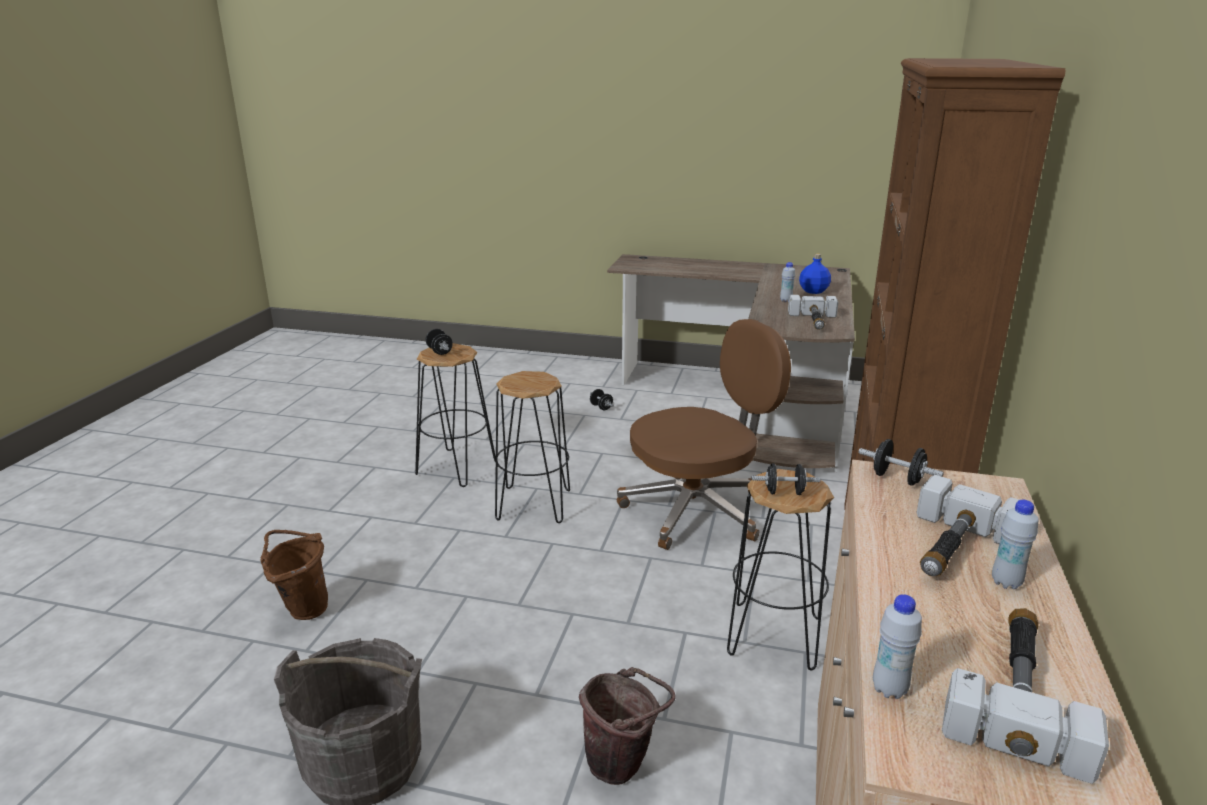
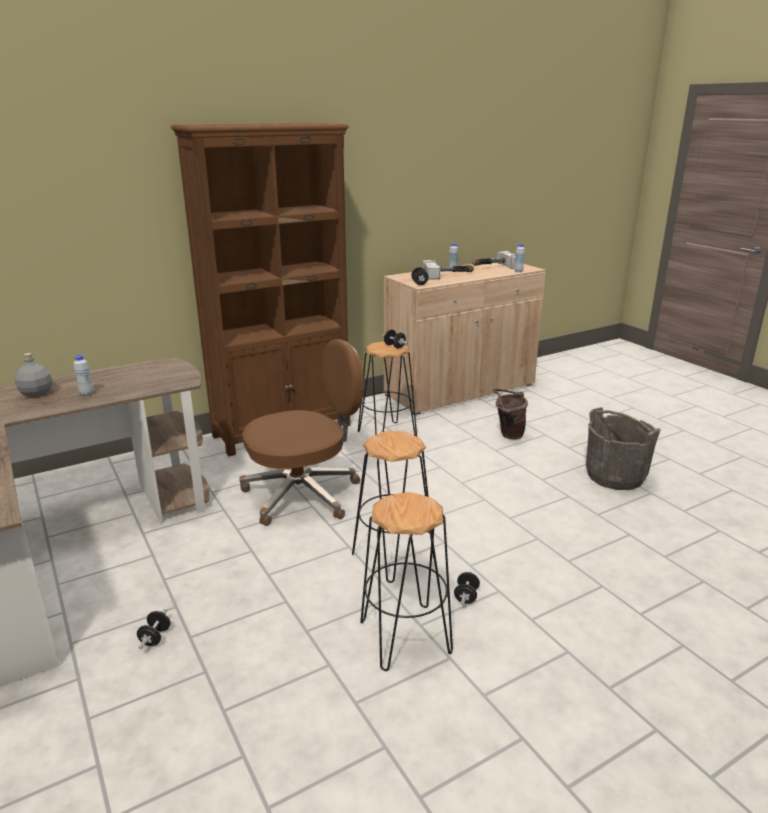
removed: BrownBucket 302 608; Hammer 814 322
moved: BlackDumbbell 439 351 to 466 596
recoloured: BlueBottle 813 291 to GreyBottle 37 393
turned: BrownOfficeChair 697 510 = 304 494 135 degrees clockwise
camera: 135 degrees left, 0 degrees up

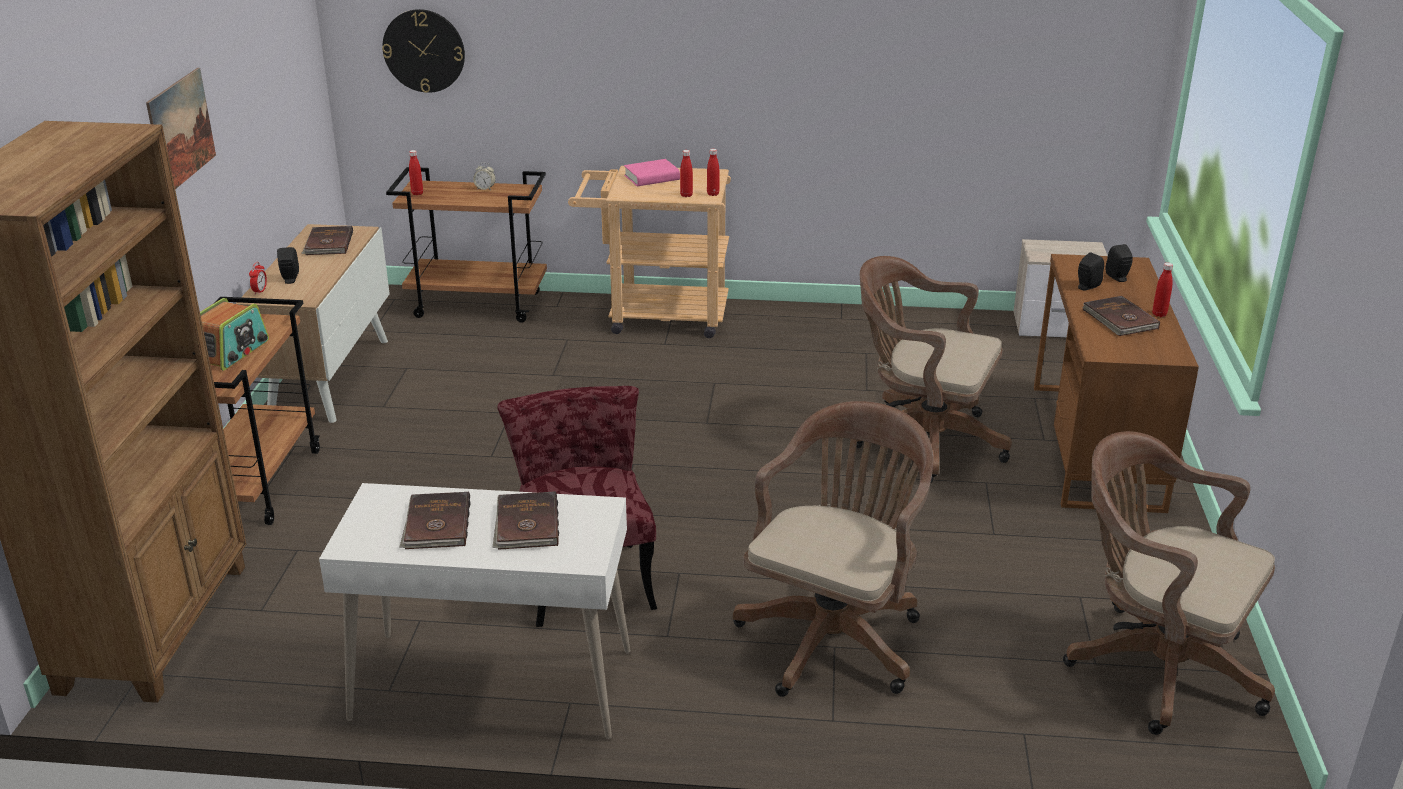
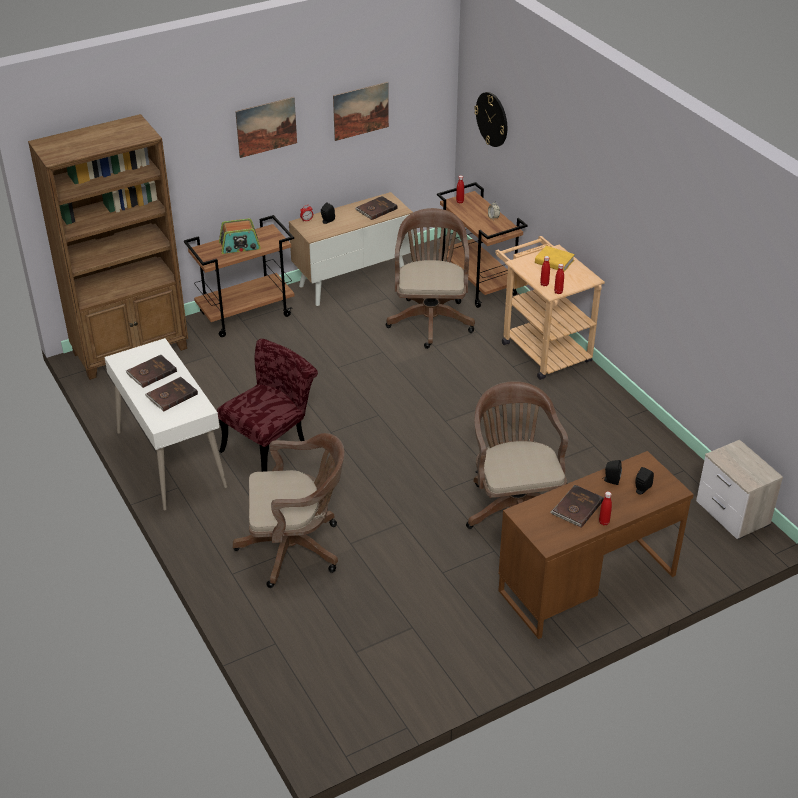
added: Picture 361 111
moved: BrownOfficeChair 1154 666 to 430 319
recoloured: PinkBook 652 178 to YellowBook 554 262
camera: 55 degrees right, 10 degrees up

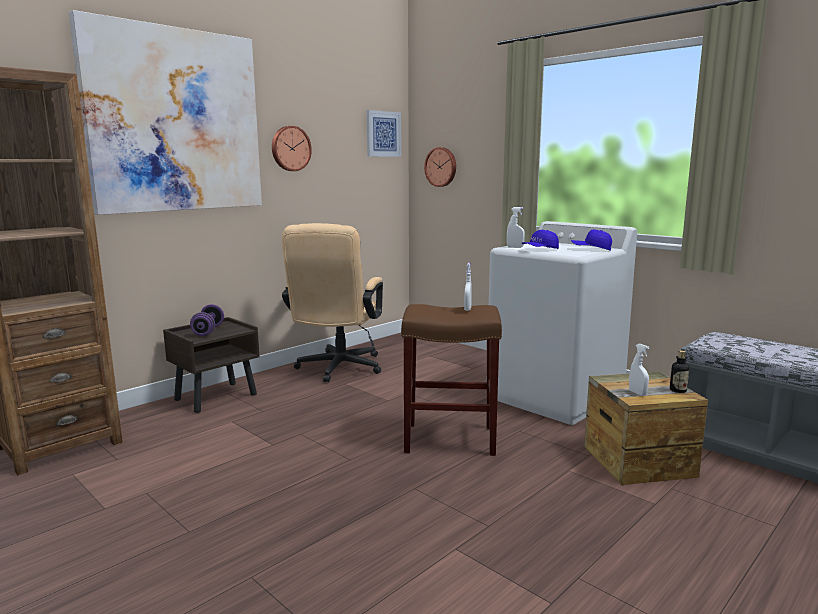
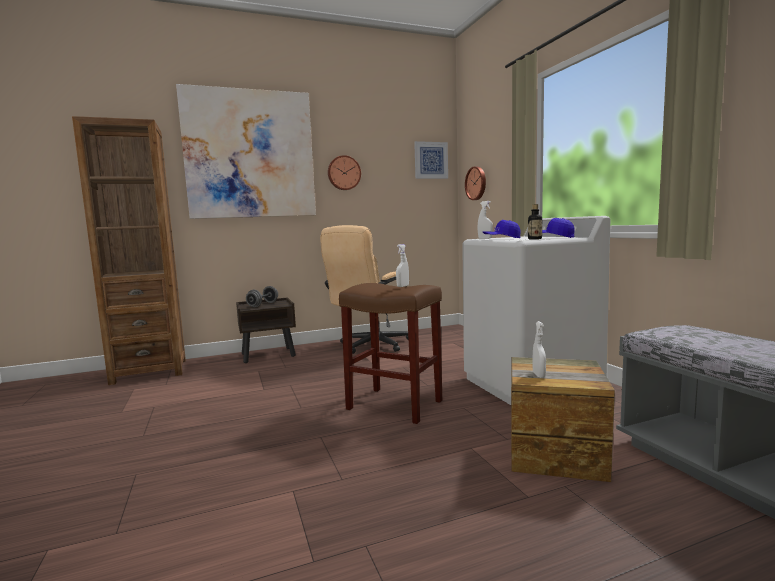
moved: Bottle 678 390 to 534 239
recoloured: PurpleDumbbell 208 331 to GreyDumbbell 263 304
camera: 25 degrees right, 5 degrees down

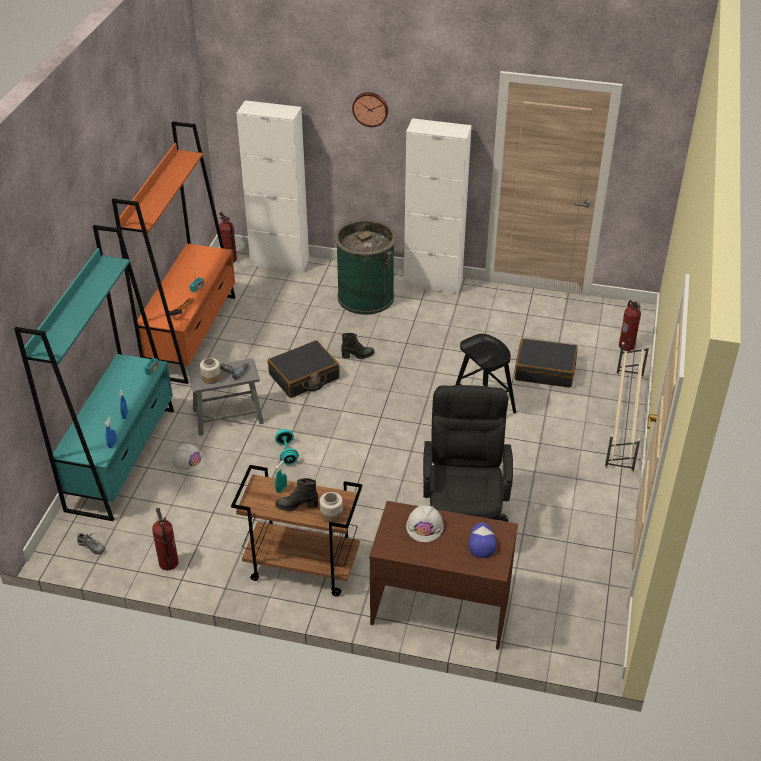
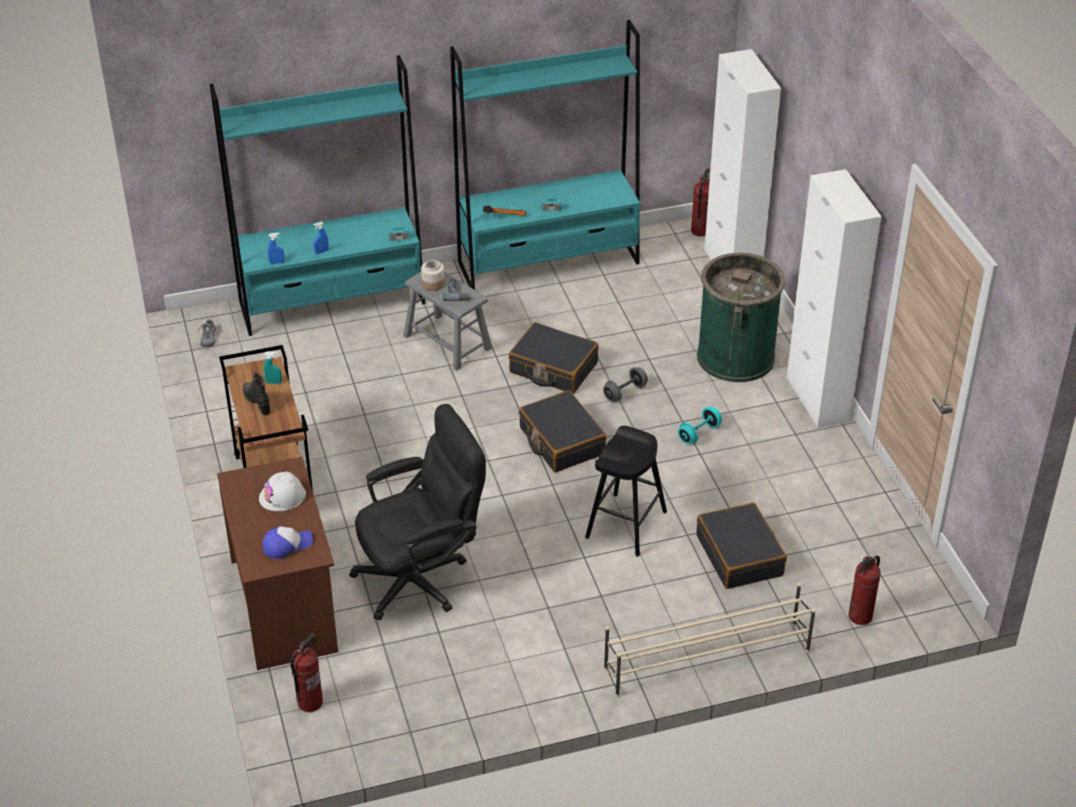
removed: WhiteHardHat 188 461; Jar 331 514; WallClock 370 108
added: BlackSuitcase 561 441
moved: FireExtinguisher 168 563 to 310 702; TurquoiseDumbbell 287 453 to 699 433
replaced: BlackBoot 358 355 to GreyDumbbell 625 393
recoloured: OrangeBookcase 191 335 to TurquoiseBookcase 549 263
camera: 60 degrees right, 0 degrees up

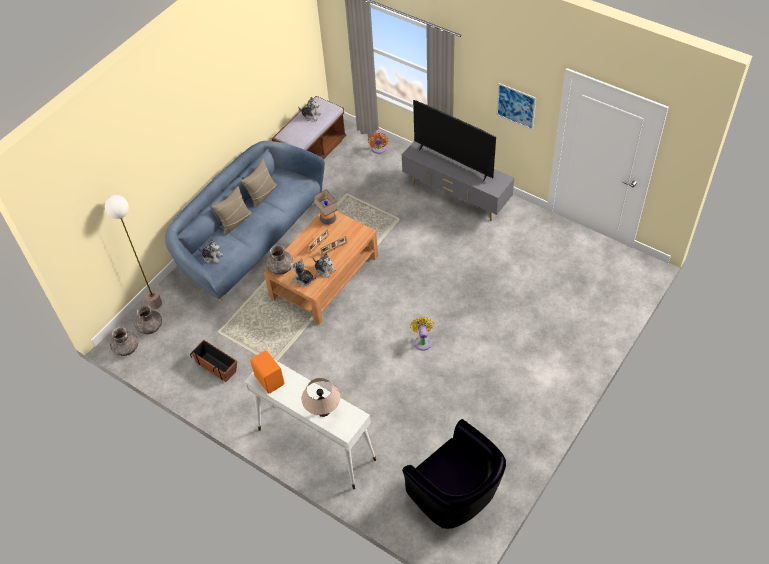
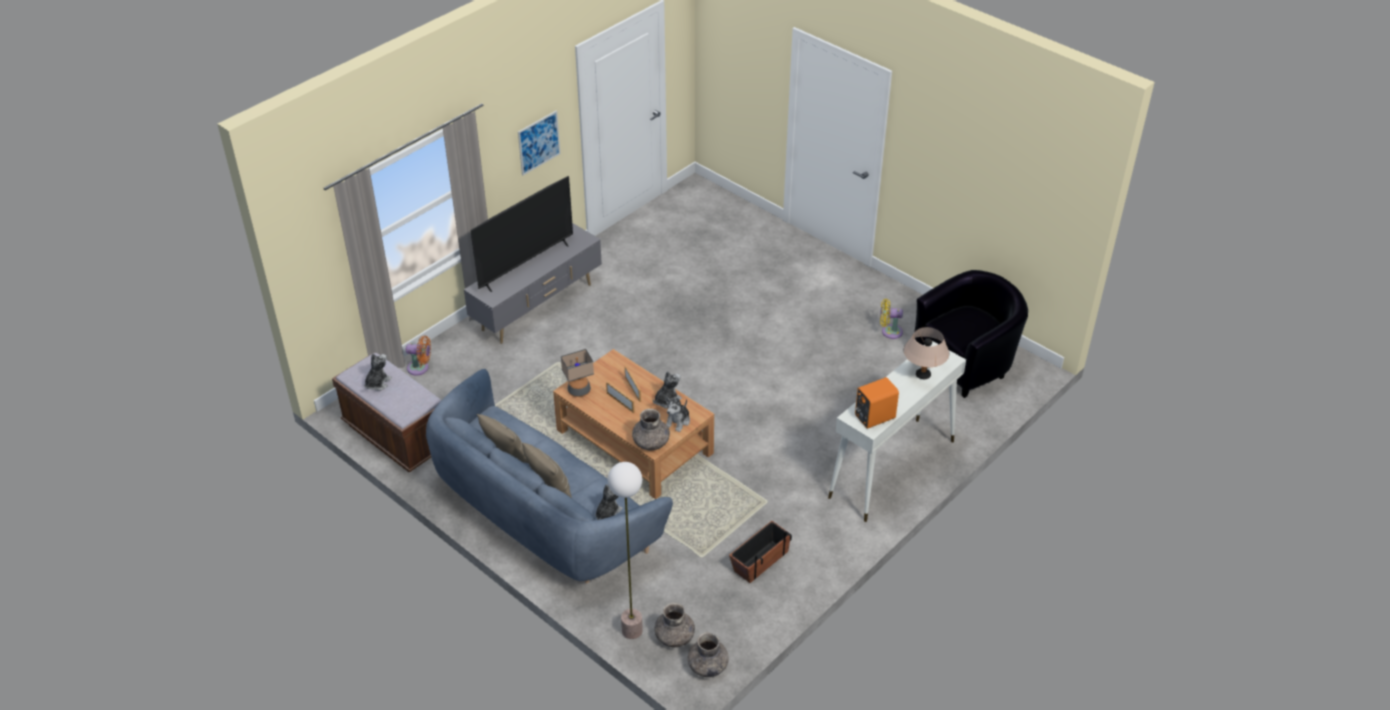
moved: YellowFan 423 341 to 889 331
camera: 85 degrees left, 10 degrees down

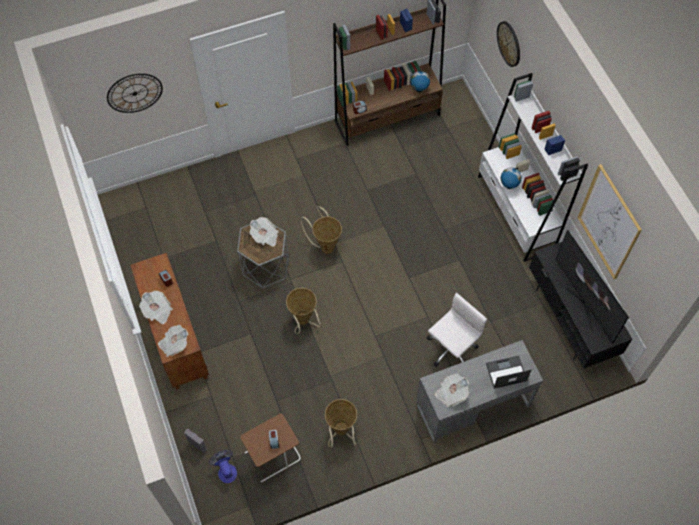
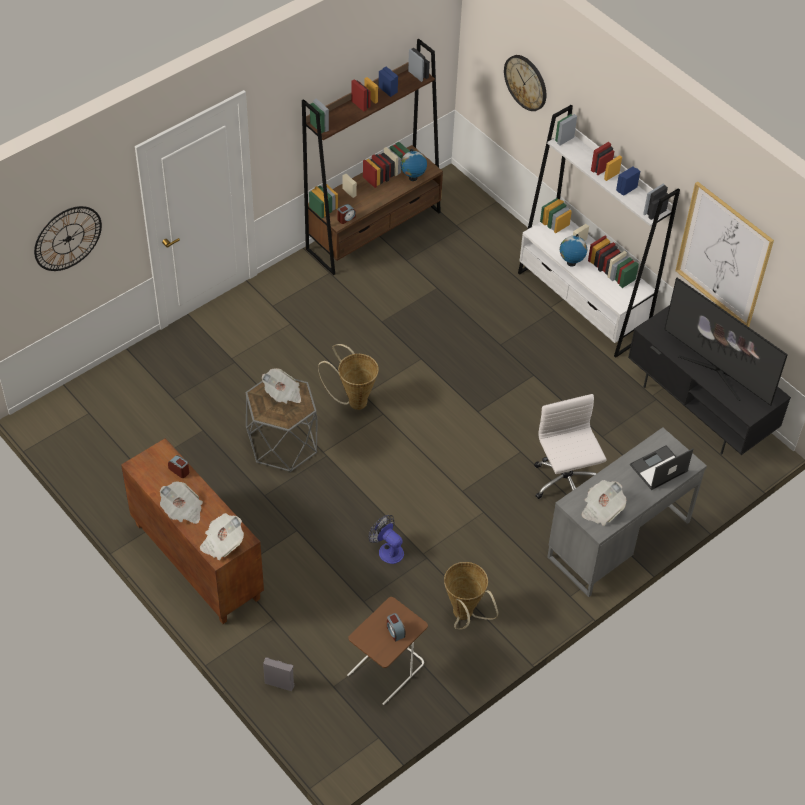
removed: Basket 303 322
moved: Fan 226 470 to 387 550
turned: WhiteOfficeChair 451 350 = 565 482 45 degrees counterclockwise
camera: 20 degrees left, 10 degrees down

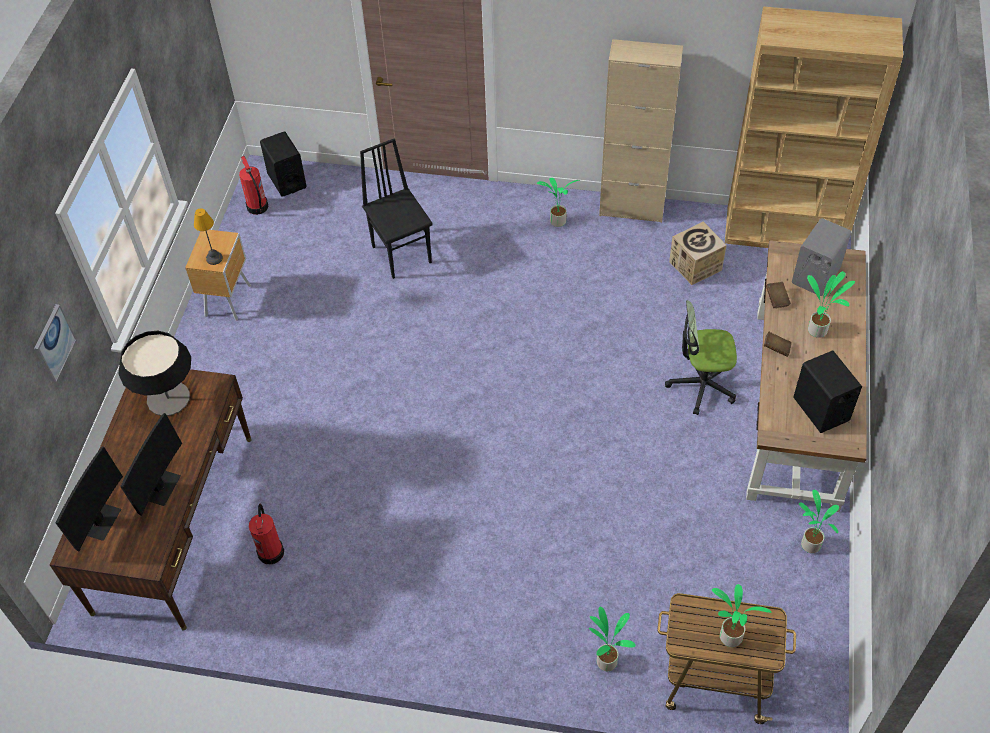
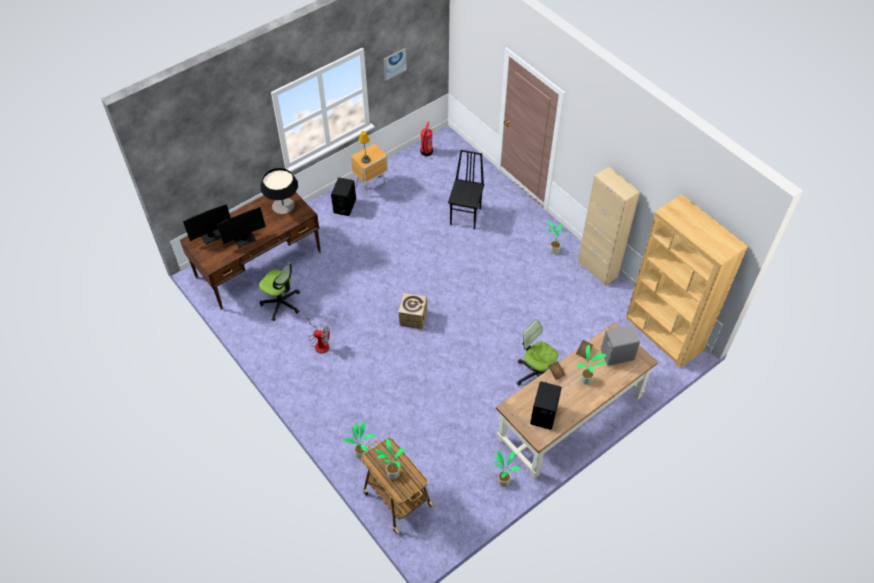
added: Fan 319 343
moved: Picture 53 343 to 394 63; BlackSpeaker 286 180 to 344 206; CardboardBox 695 266 to 413 318
replaced: FireExtinguisher 271 551 to OfficeChair 281 304
camera: 40 degrees right, 0 degrees up

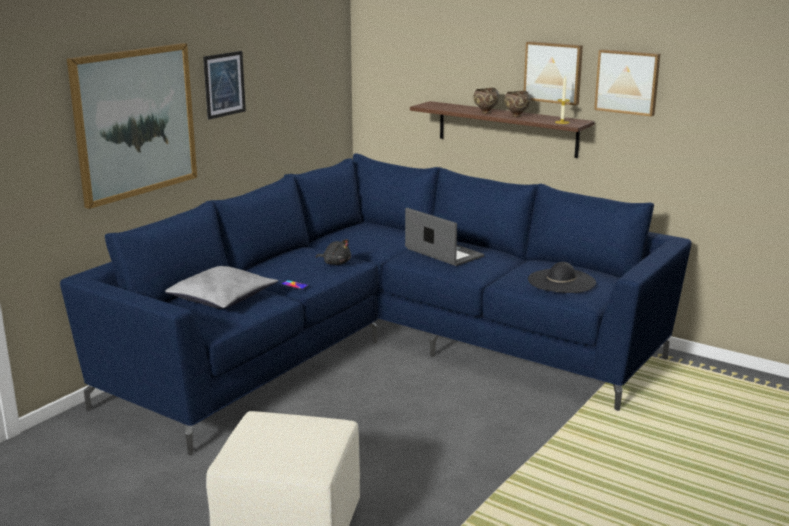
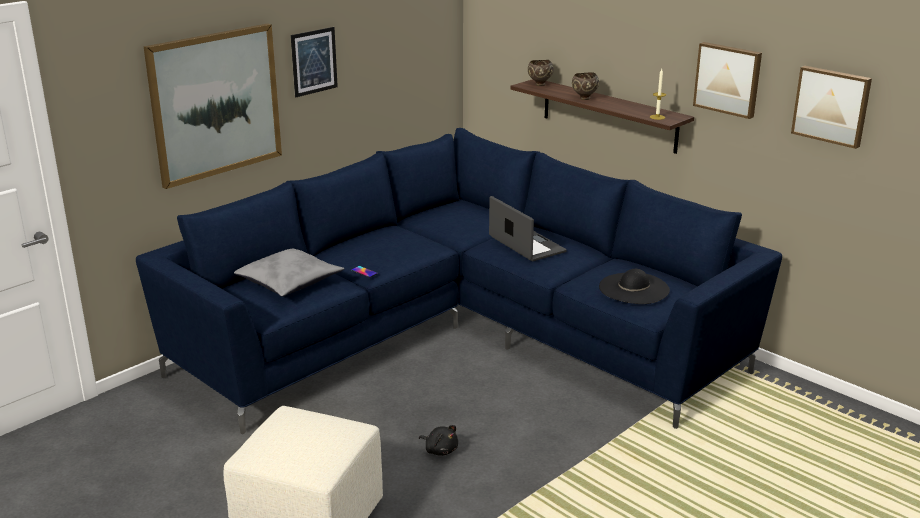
moved: BlackPlushToy 335 263 to 440 450; BrownBowl 516 116 to 539 84; Picture 553 72 to 832 105
camera: 10 degrees right, 5 degrees up

